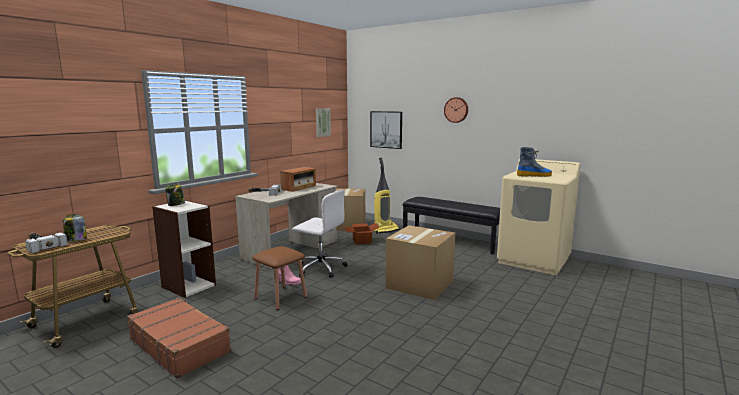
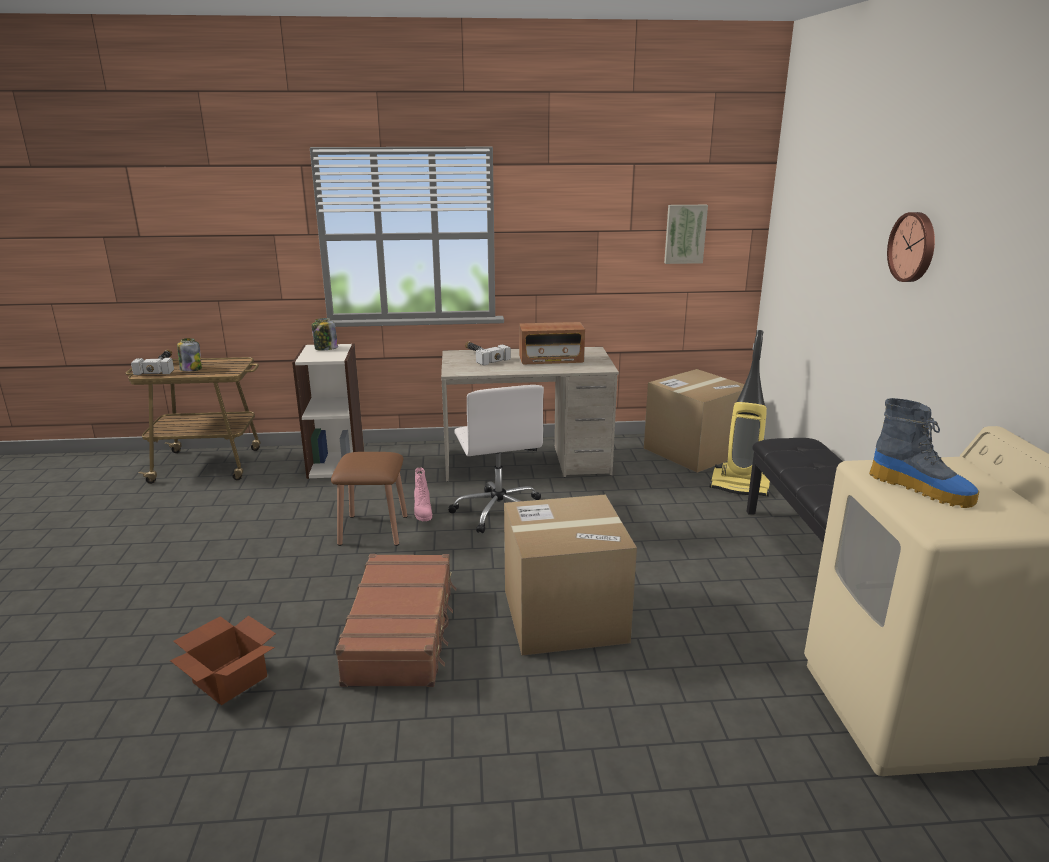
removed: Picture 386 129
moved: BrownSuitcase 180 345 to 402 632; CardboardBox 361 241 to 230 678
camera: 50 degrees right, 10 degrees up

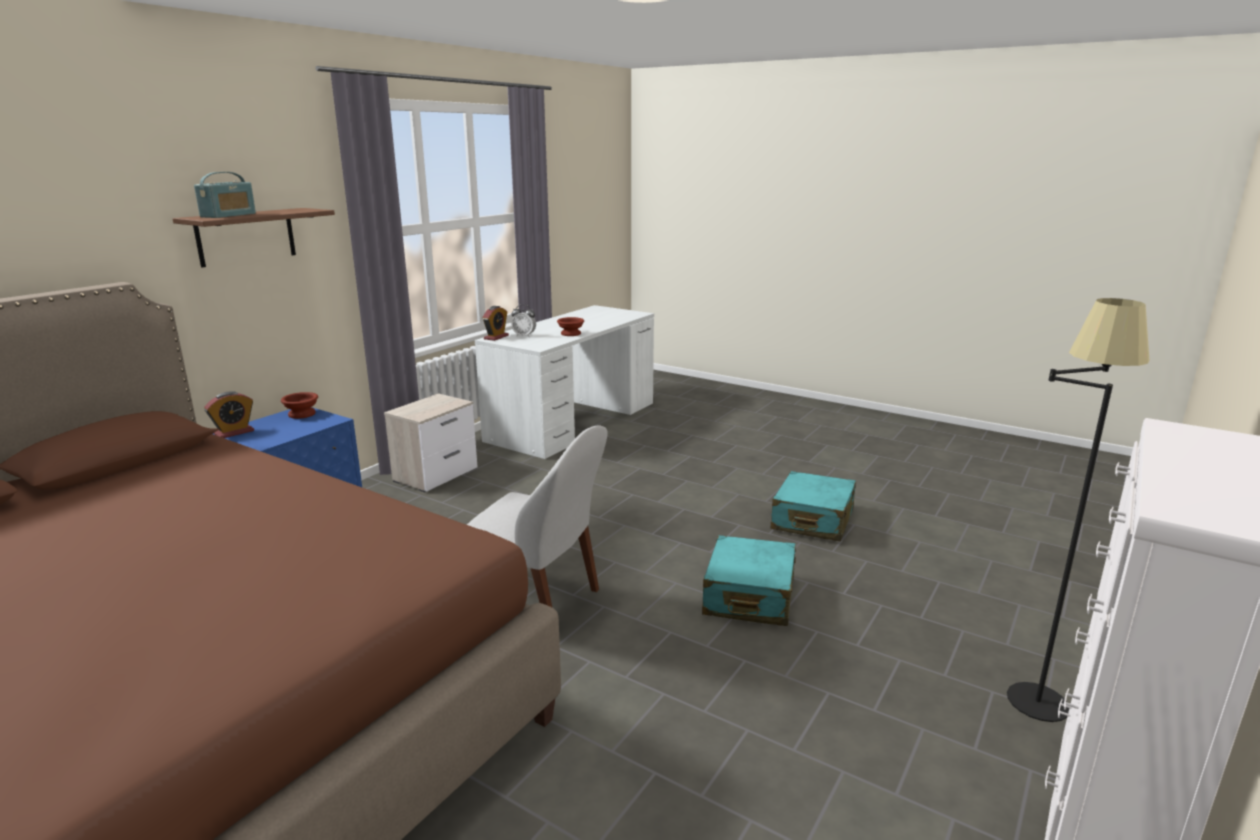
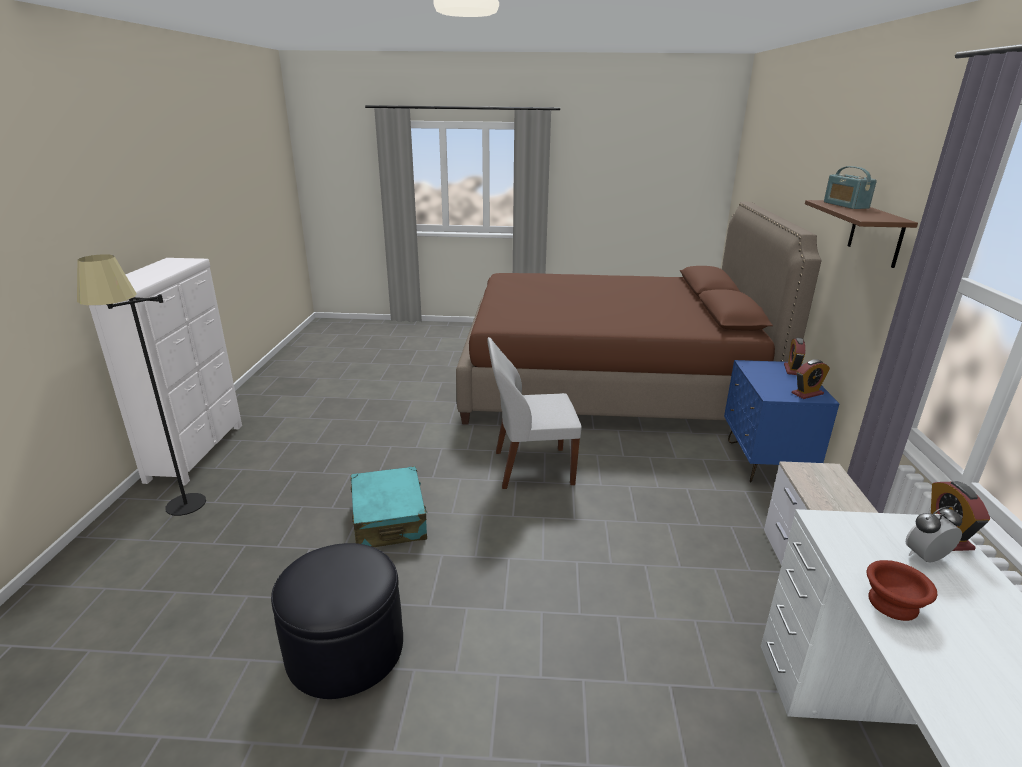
replaced: BrownBowl 300 414 to AlarmClock 807 393; TurquoiseSuitcase 812 520 to BlackOttoman 345 649
camera: 150 degrees right, 5 degrees up

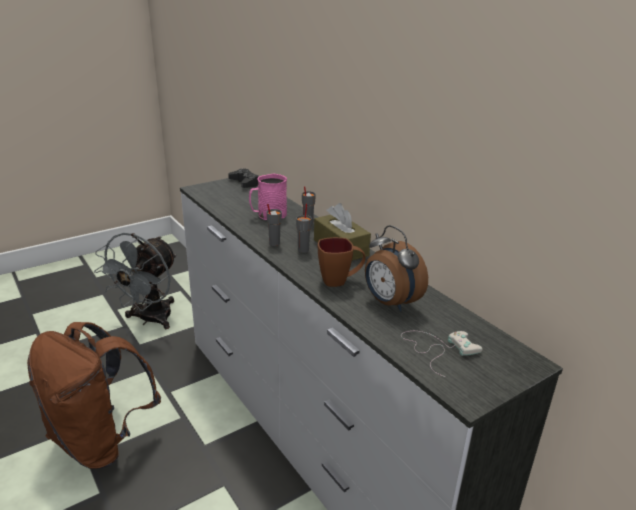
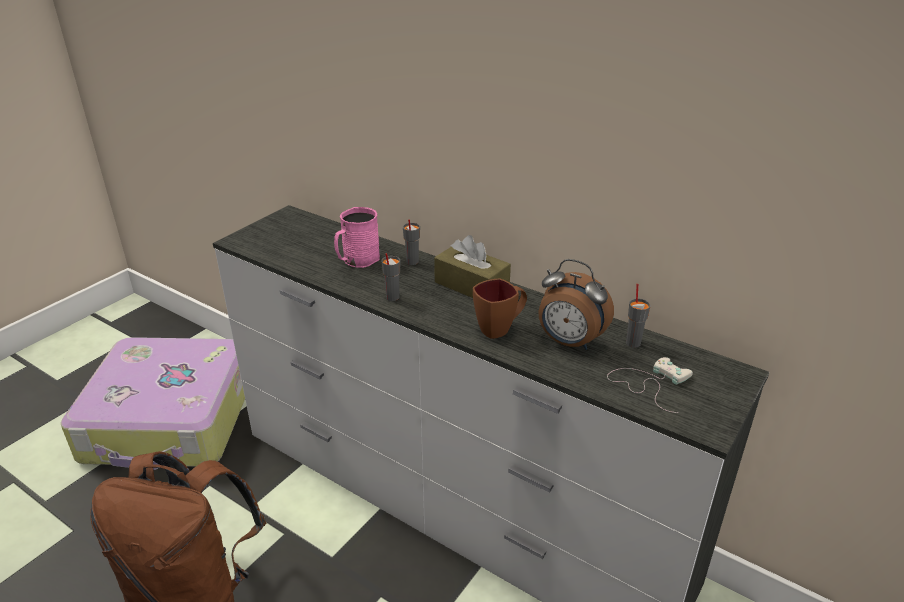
removed: BlackGameController 244 183
moved: GreyCup 303 250 to 633 342
replaced: GreyFan 149 320 to Suitcase 171 420
camera: 20 degrees left, 5 degrees up

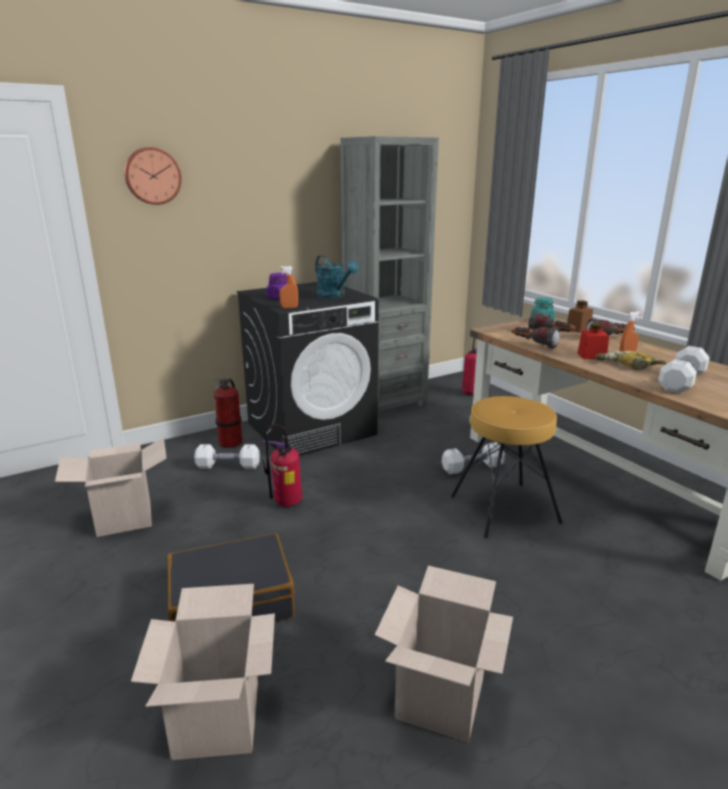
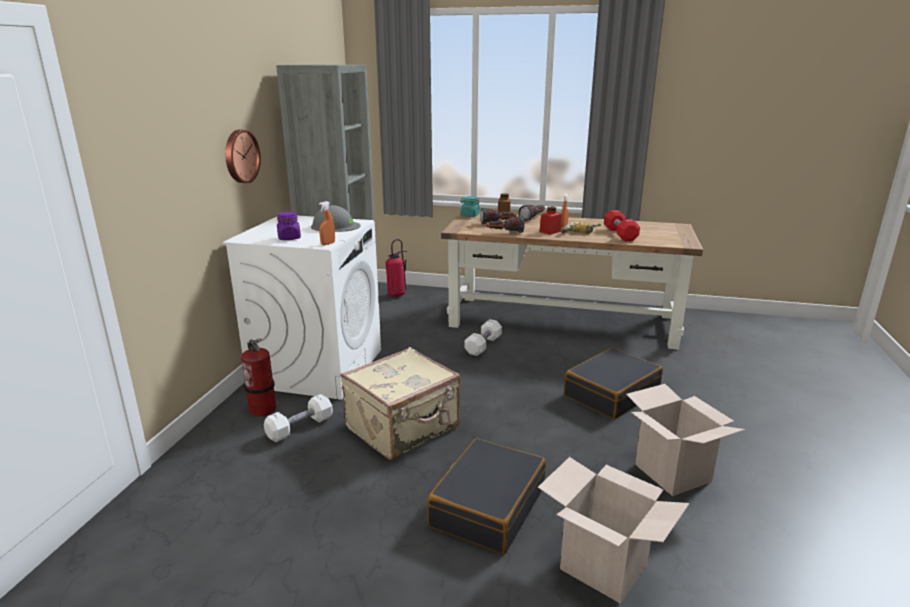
removed: CardboardBox 124 518; BrownStool 503 508
added: BlackSuitcase 611 393
moved: WallClock 152 176 to 240 156
replaced: FireExtinguisher 286 504 to BeigeSuitcase 404 428; TurquoiseWateringCan 334 296 to GreyHardHat 335 226
recoloured: BlackWashingMachine 312 428 to WhiteWashingMachine 318 367; WhiteDumbbell 681 382 to RedDumbbell 620 234
camera: 45 degrees left, 0 degrees up

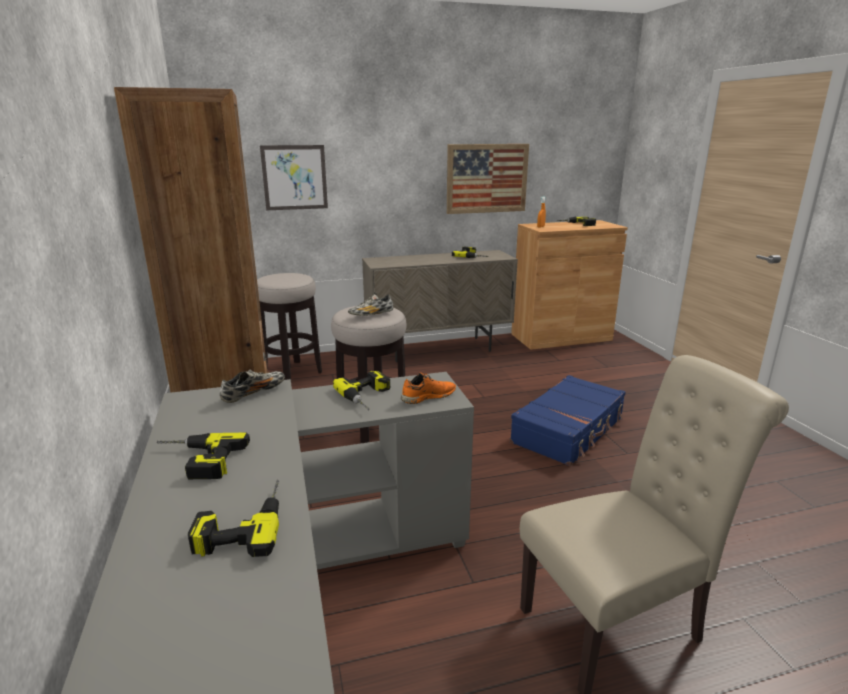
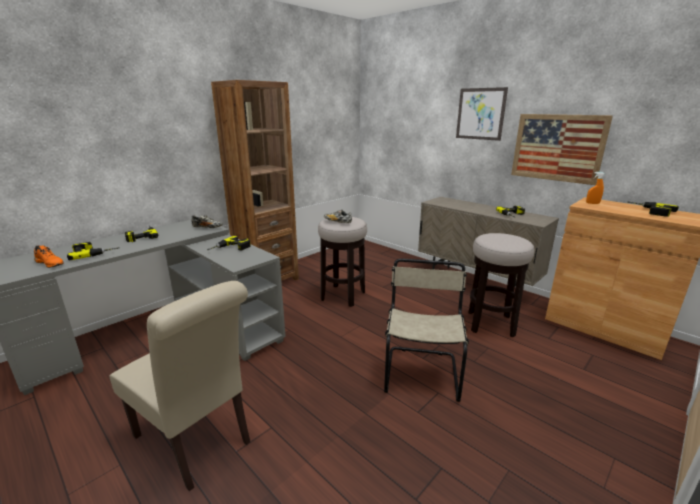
moved: Stool 293 373 to 491 324; Picture 294 177 to 480 114; OrangeShoe 428 396 to 50 263
replaced: BlueSuitcase 569 430 to BeigeChair 421 371
camera: 60 degrees right, 0 degrees up

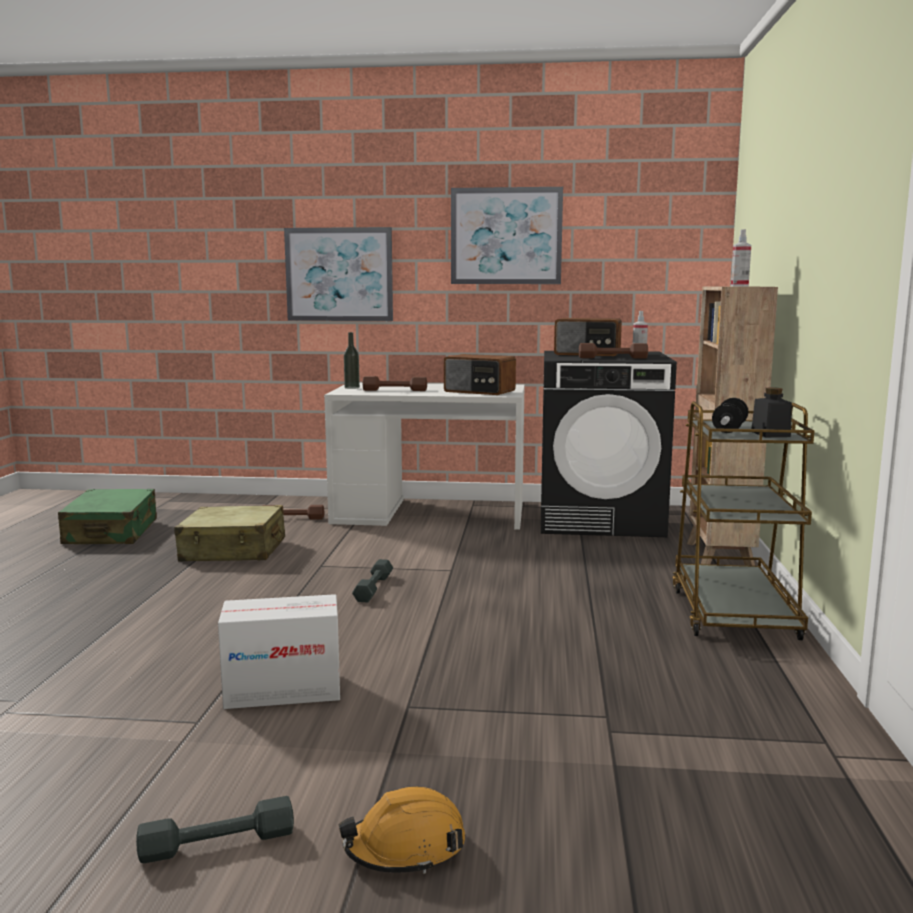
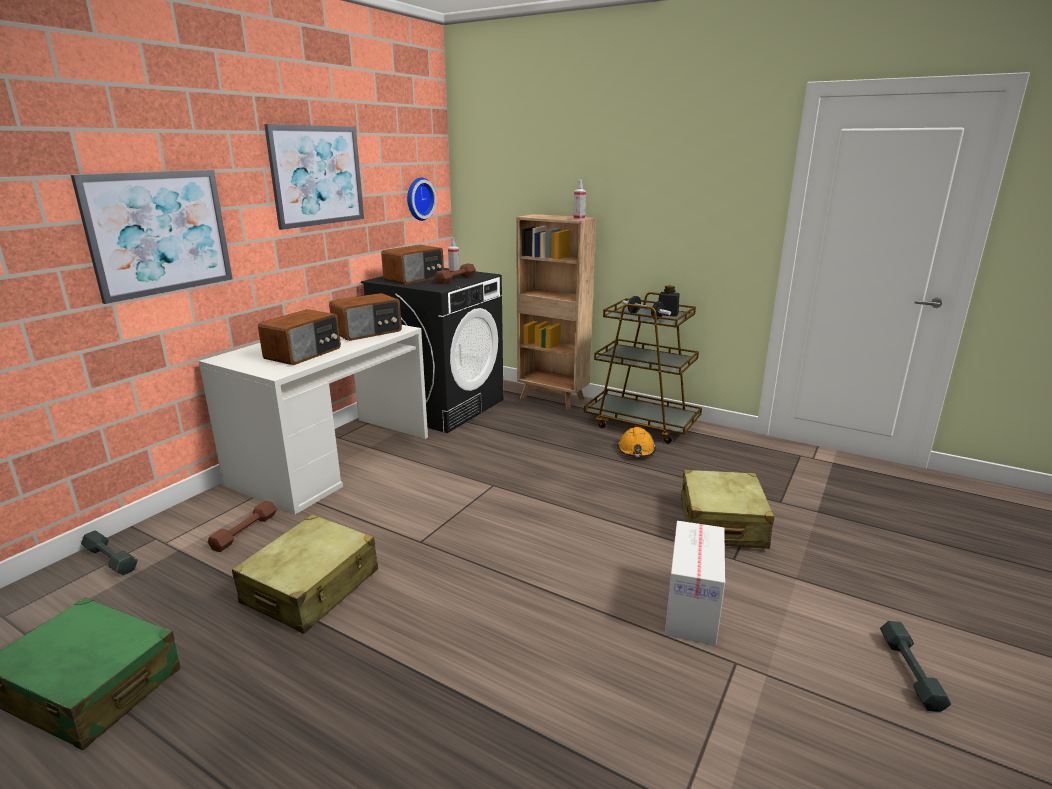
removed: Bottle 352 387
added: WallClock 418 199; BeigeSuitcase 721 523
moved: OrangeHardHat 405 848 to 636 451; GreyDumbbell 373 588 to 110 559
replaced: BrownDumbbell 395 390 to Radio 304 353
camera: 65 degrees left, 10 degrees up

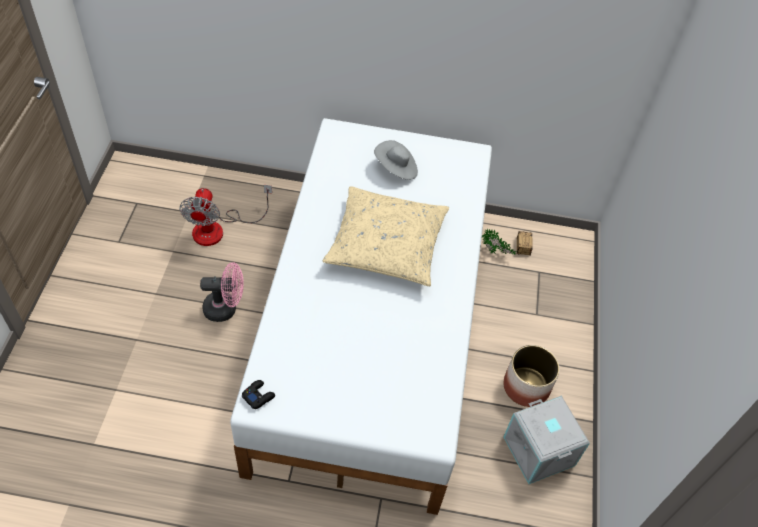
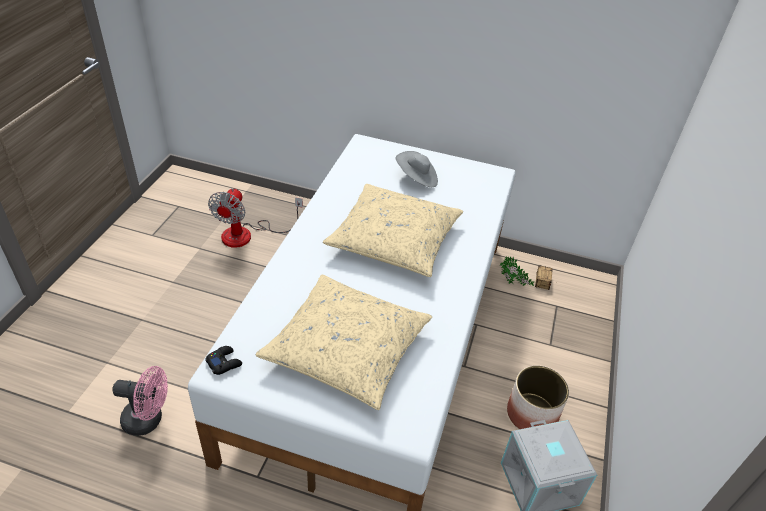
added: BeigePillow 346 348
moved: PinkFan 225 308 to 149 420
camera: 10 degrees right, 10 degrees down

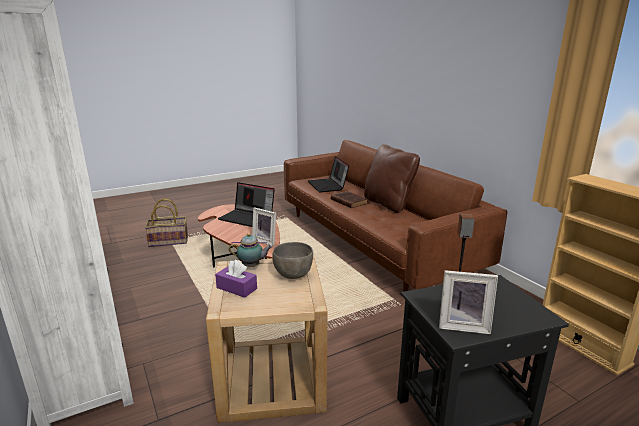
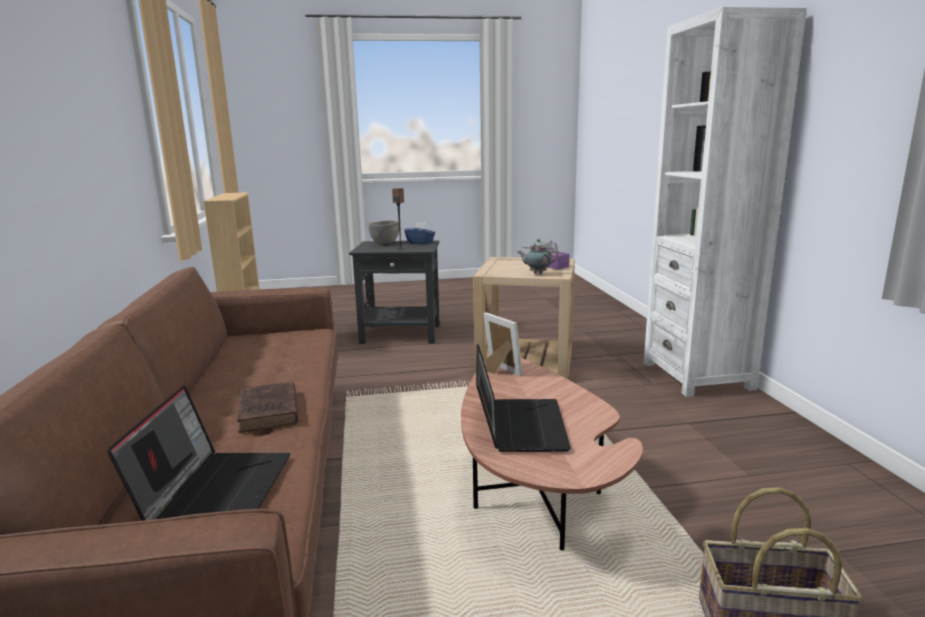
removed: BrownPillow 388 204
moved: GreyBowl 293 275 to 385 243
replaced: PictureFrame 463 325 to BlueTissueBox 420 242
turned: Laptop 248 217 = 518 425 45 degrees clockwise
camera: 160 degrees left, 5 degrees down

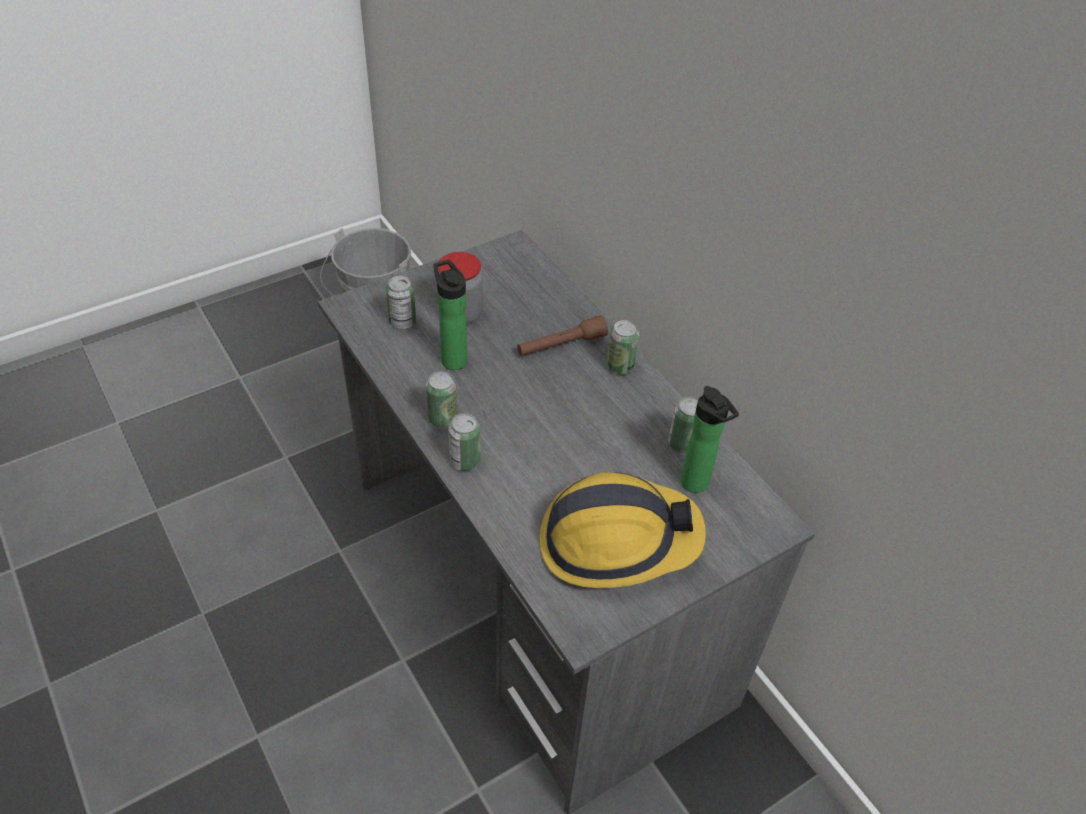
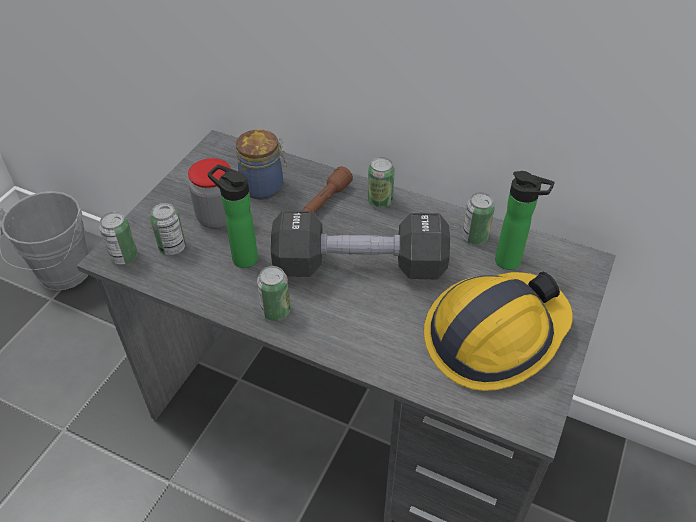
added: Jar 264 187; BlackDumbbell 359 266
moved: Can 465 461 to 124 256
camera: 30 degrees left, 0 degrees up

